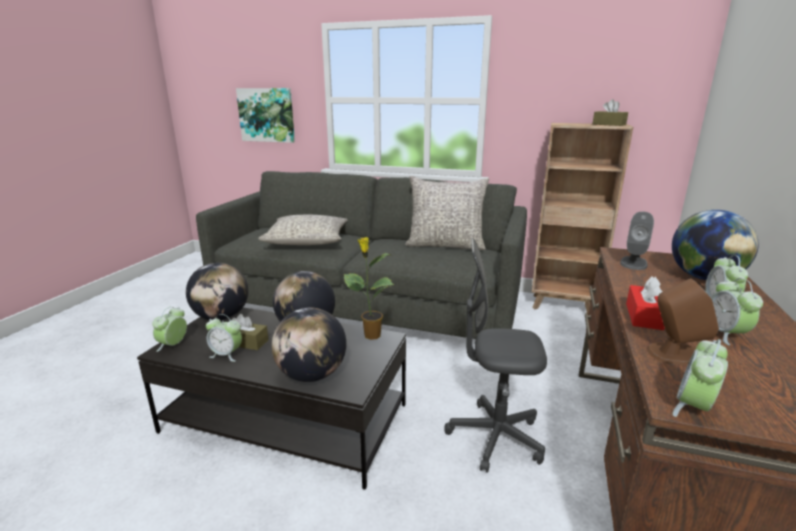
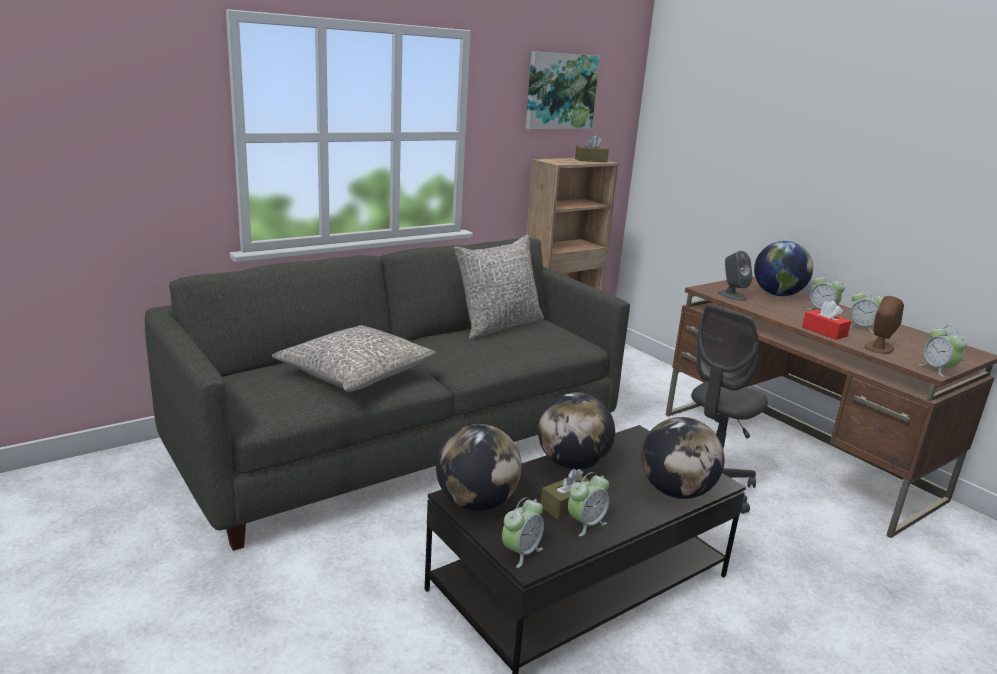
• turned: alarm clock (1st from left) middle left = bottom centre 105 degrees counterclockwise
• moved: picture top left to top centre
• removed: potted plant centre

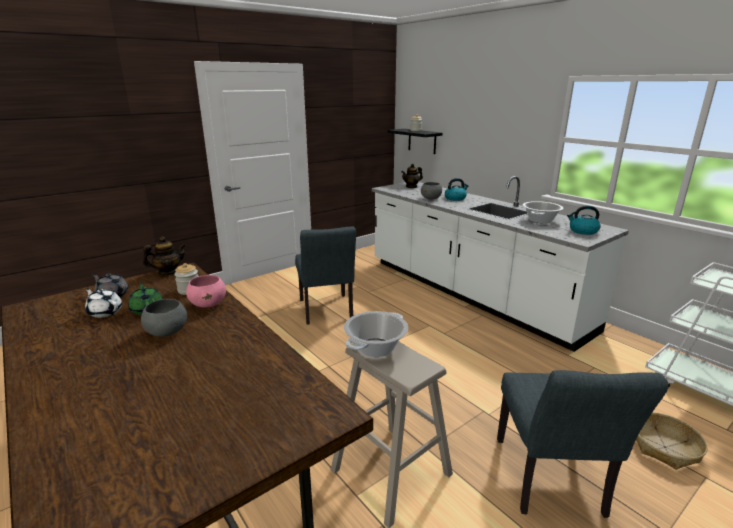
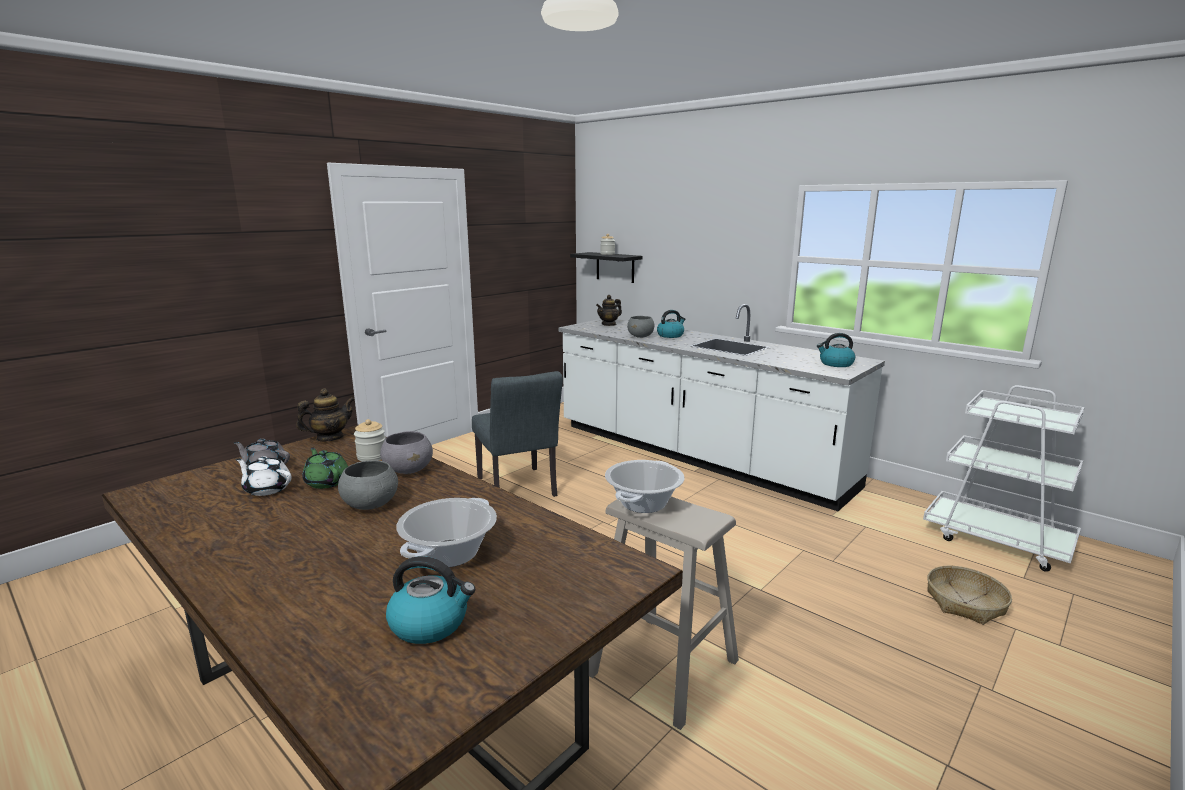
• recoloured: bowl (pink) middle left to bowl (grey) (2nd from left) centre
• removed: chair (grey) (2nd from left) bottom right
• moved: cooking pot (2nd from left in the first image) middle right to cooking pot (1st from left) bottom centre
• added: kettle (1st from left) bottom centre

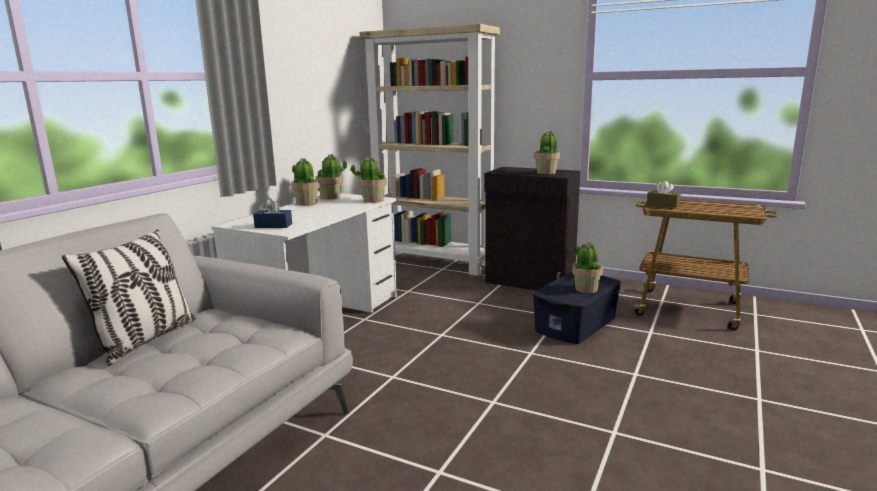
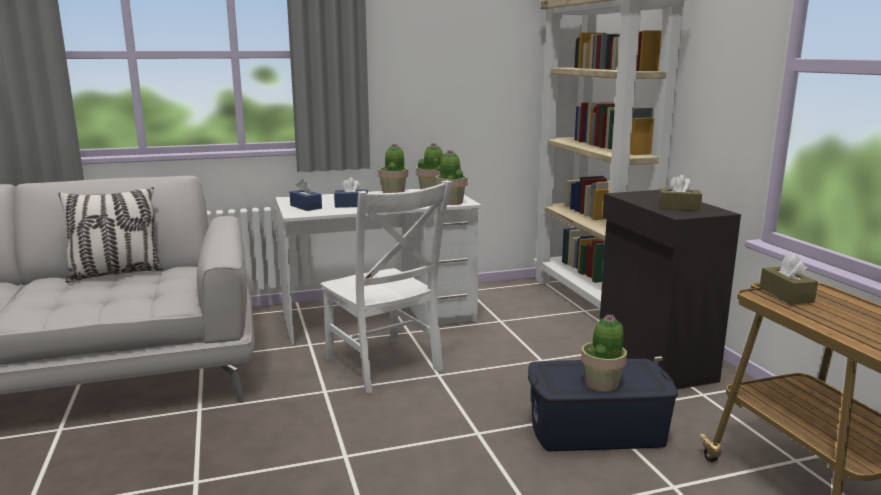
• replaced: potted plant (4th from left) top centre to tissue box (brown) (1st from left) middle right
• added: chair (white) centre
• added: tissue box (blue) (2nd from left) centre

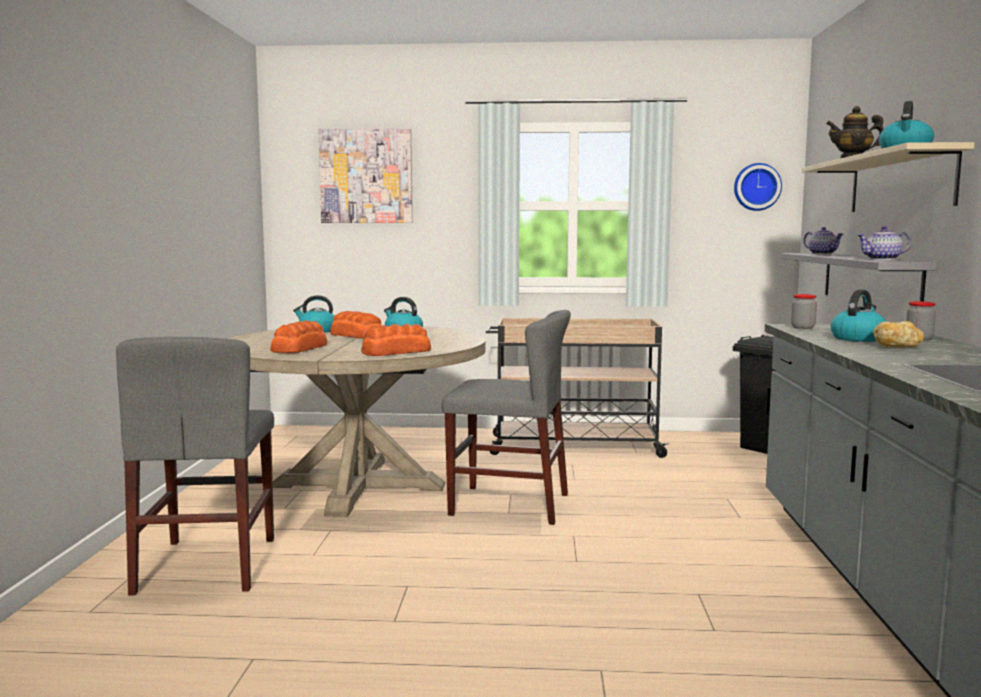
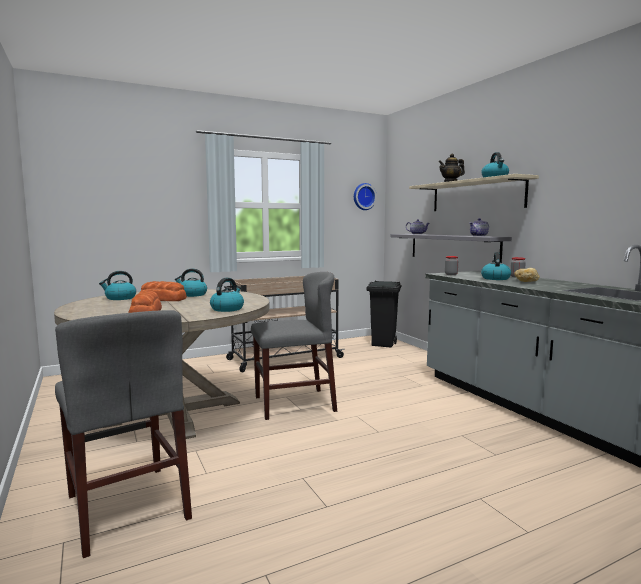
• removed: picture top centre
• replaced: bread (3rd from left) centre to kettle (3rd from left) centre

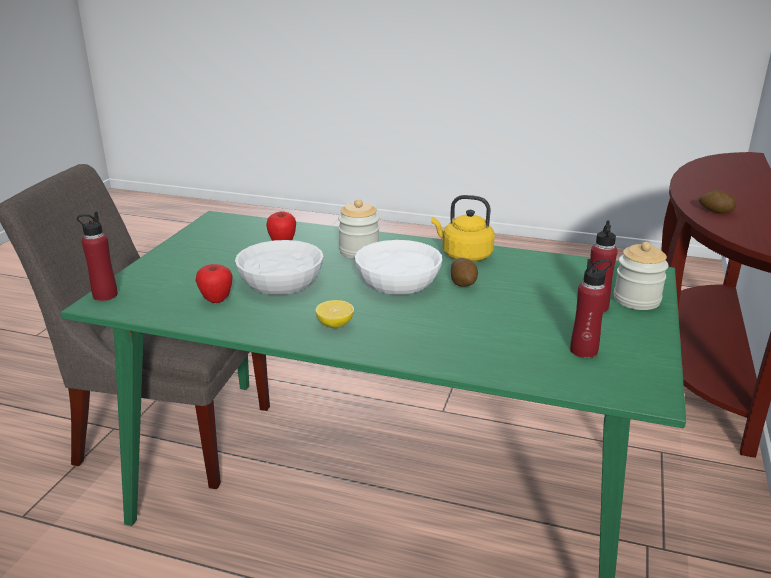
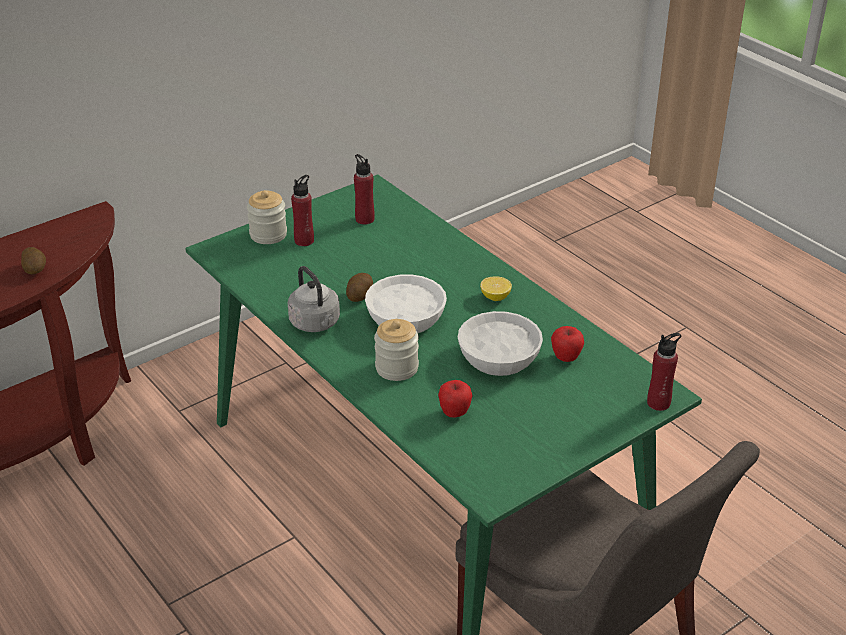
• recoloured: kettle (yellow) centre to kettle (grey) centre

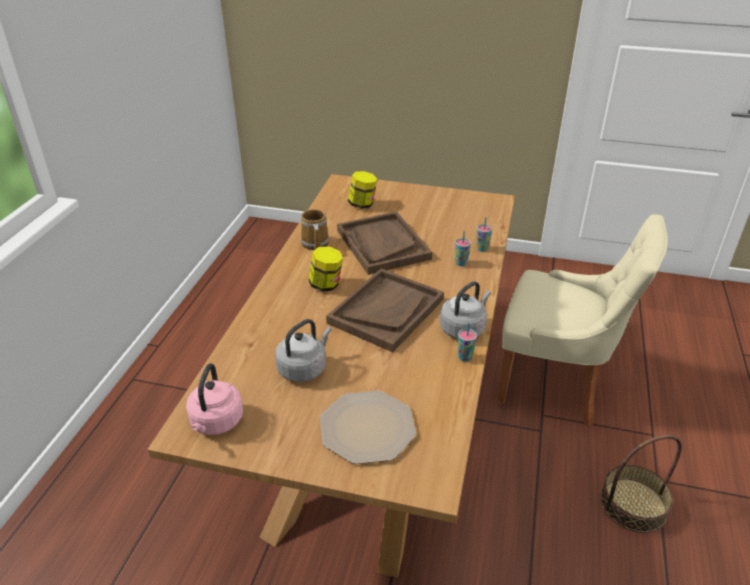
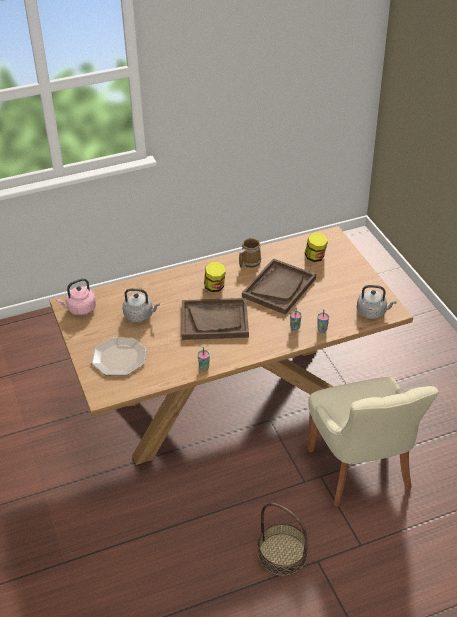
• moved: kettle (grey) (2nd from left) centre to middle right

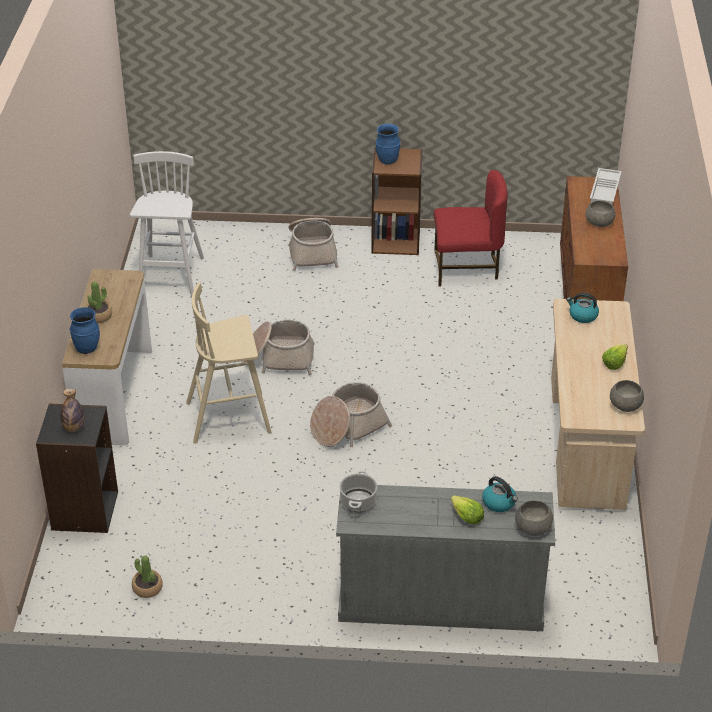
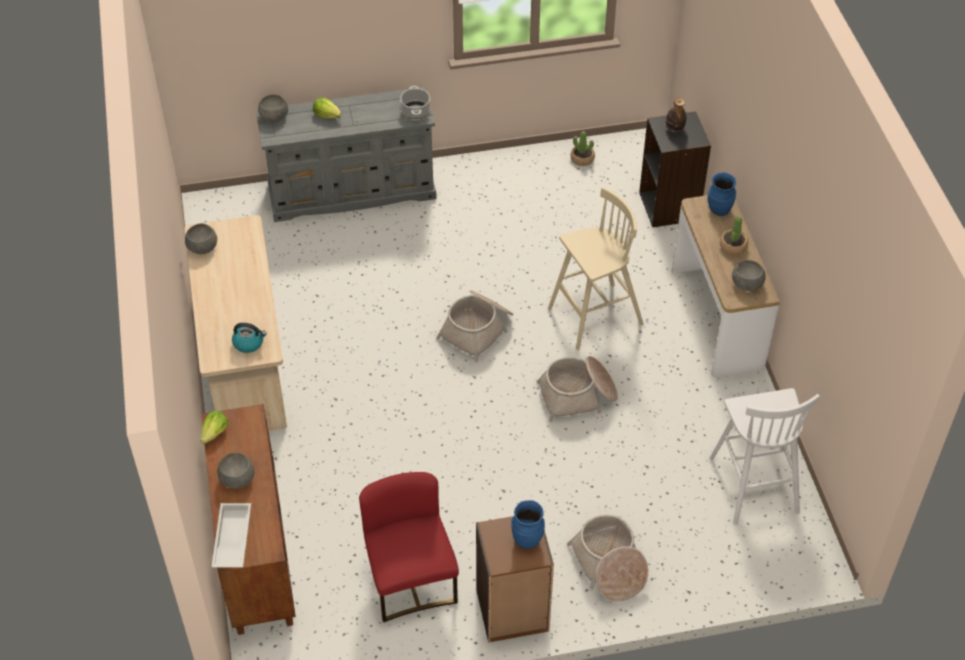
• turned: chair (red) top centre = bottom centre 90 degrees clockwise
• removed: kettle (1st from left) bottom right
• moved: lettuce (2nd from left in the first image) middle right to lettuce (1st from left) middle left
• added: bowl (grey) (4th from left) middle right

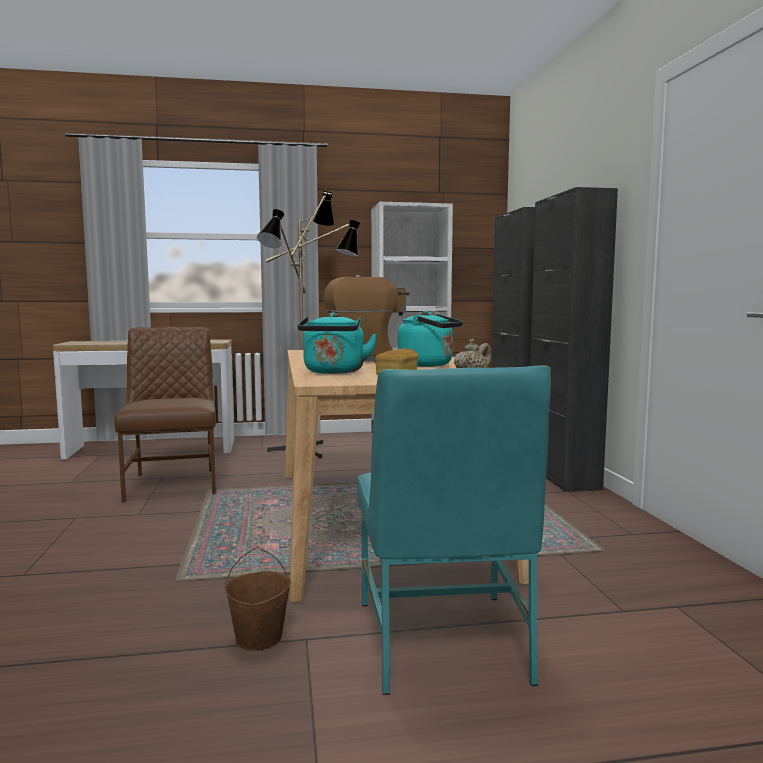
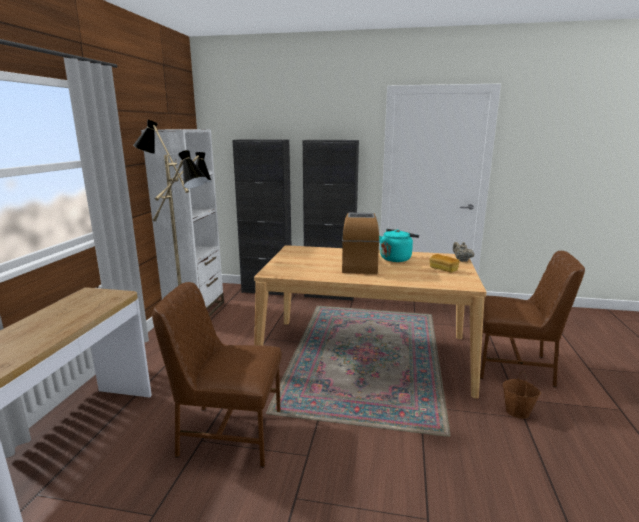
• removed: kettle (turquoise) (1st from left) centre
• recoloured: chair (turquoise) bottom centre to chair (brown) (2nd from left) middle right

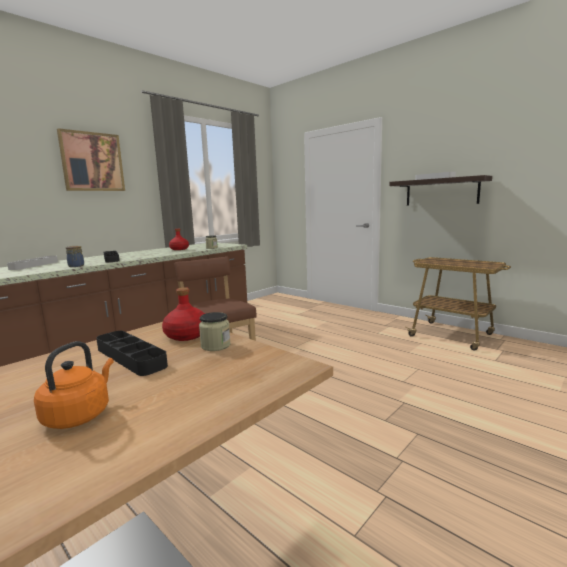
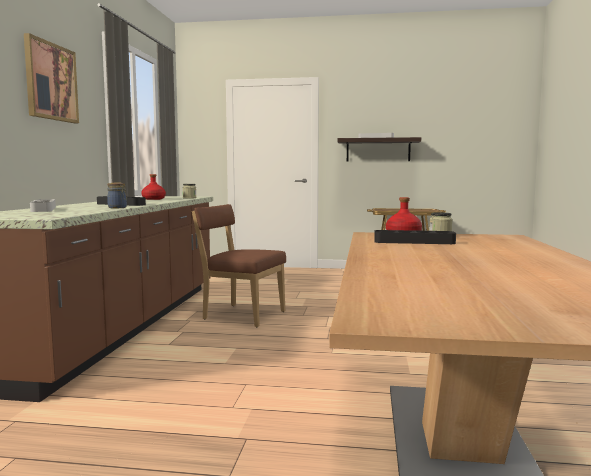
• removed: kettle (orange) bottom left

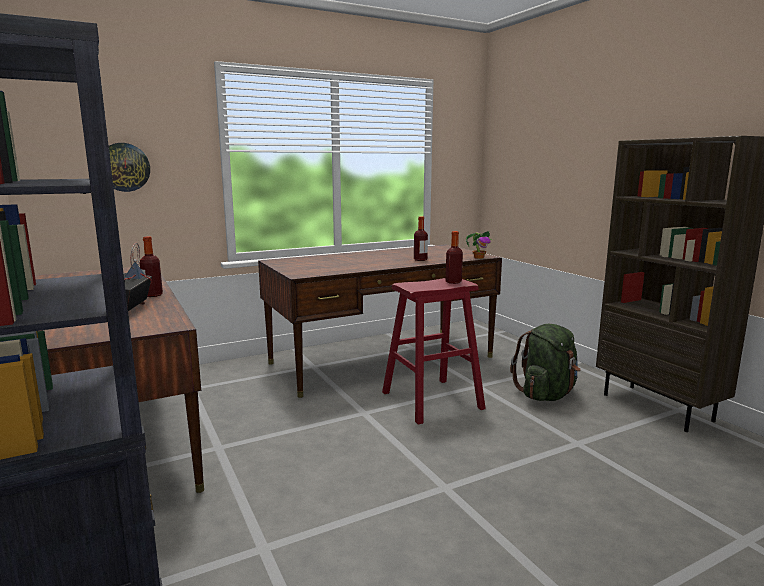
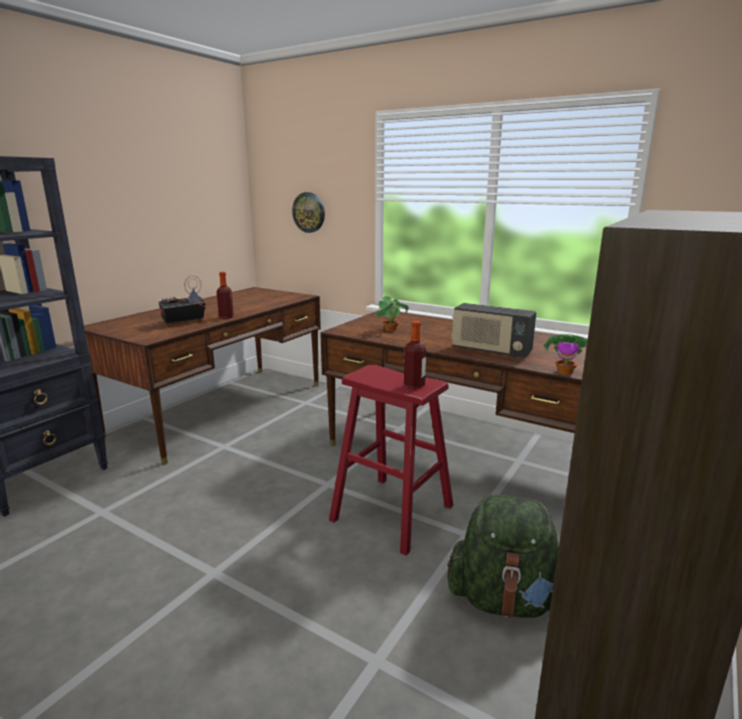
• replaced: bottle (2nd from left) centre to radio (2nd from left) centre
• added: potted plant (1st from left) centre

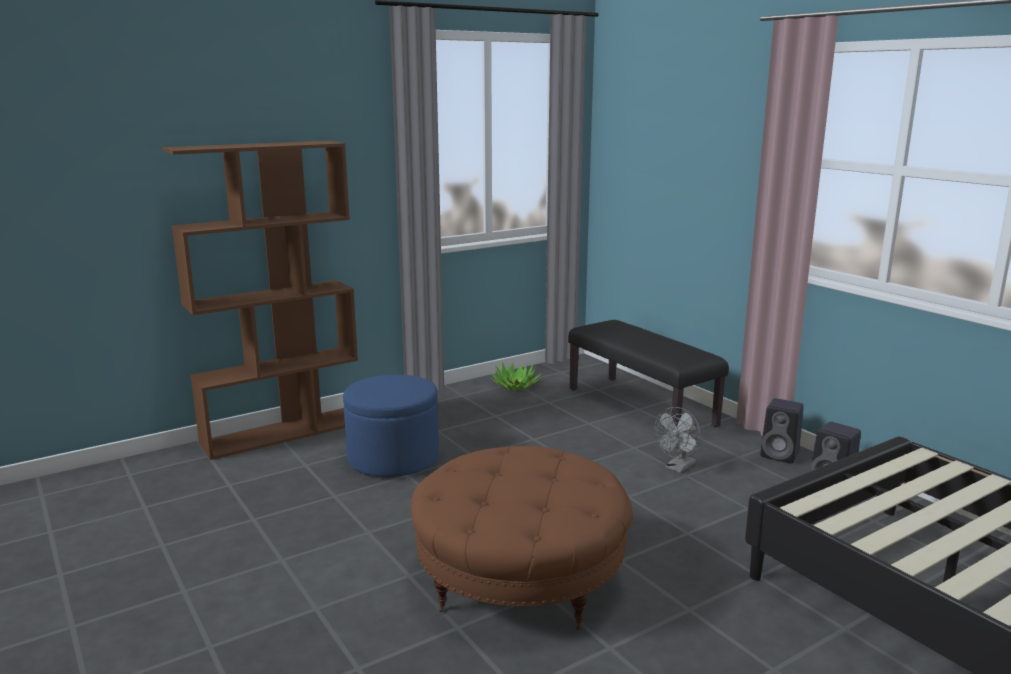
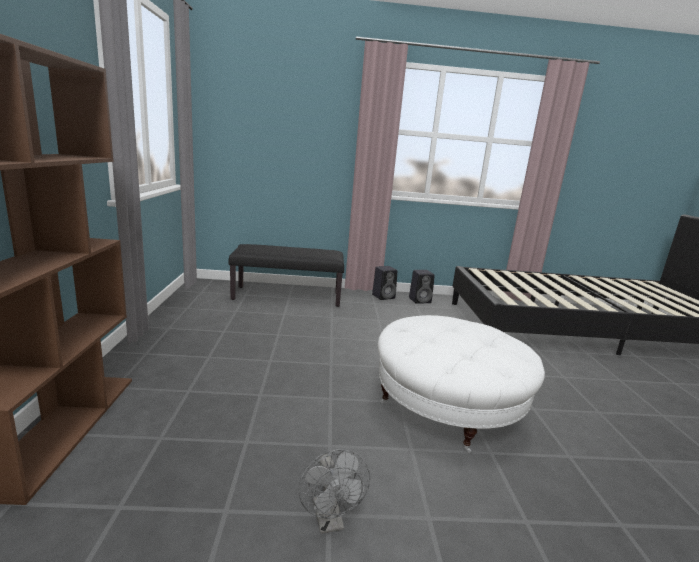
• removed: ottoman (blue) centre
• recoloured: ottoman (brown) bottom centre to ottoman (white) bottom centre
• removed: potted plant centre
• moved: fan (grey) middle right to bottom centre

